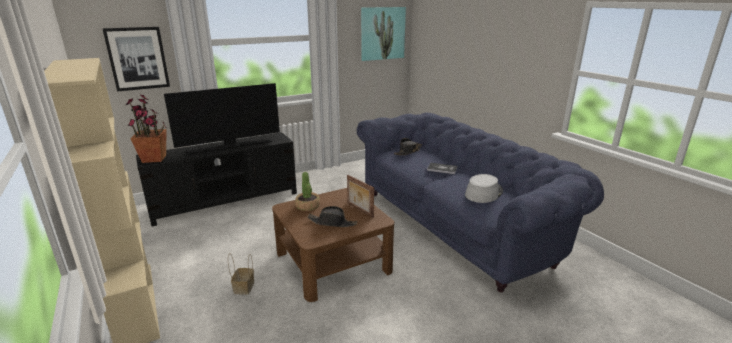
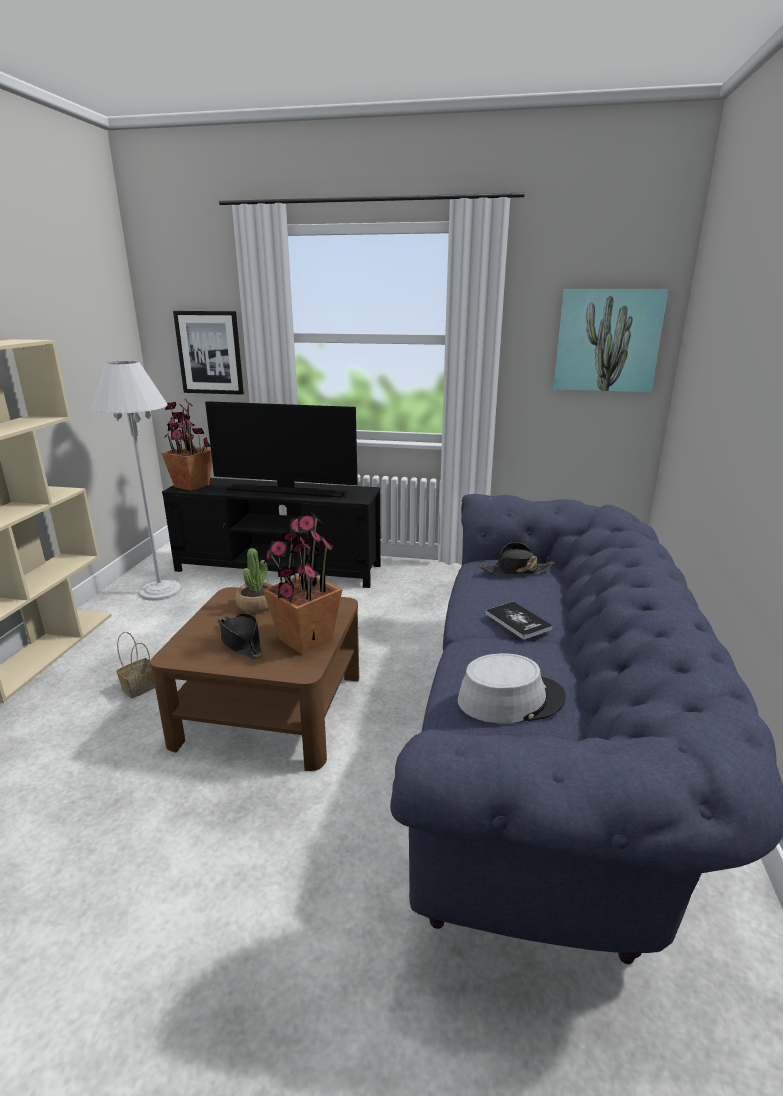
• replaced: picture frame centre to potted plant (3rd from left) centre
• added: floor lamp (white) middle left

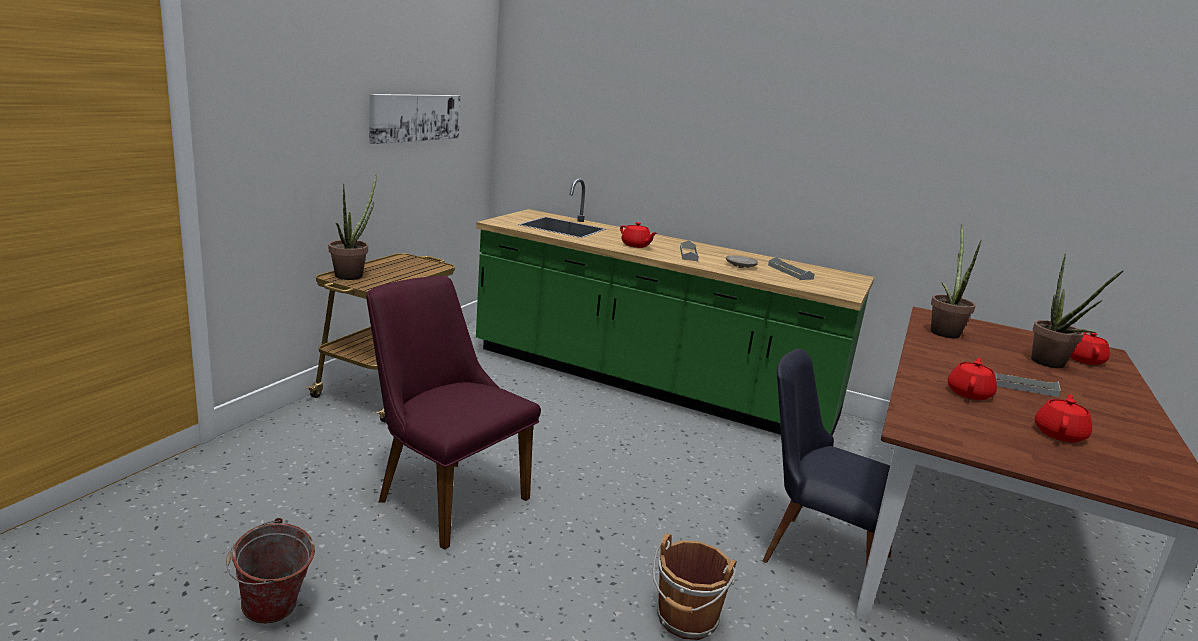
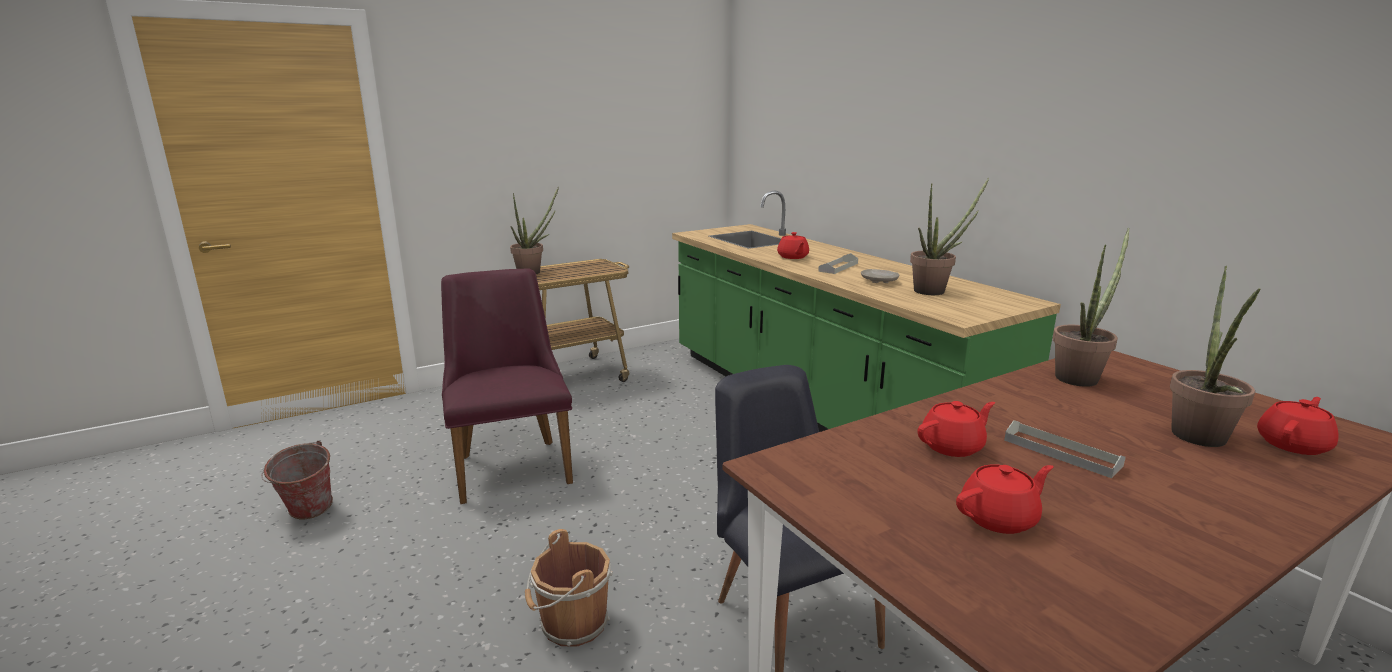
• removed: picture top centre
• replaced: tray (grey) (2nd from left) centre to potted plant (2nd from left) middle right

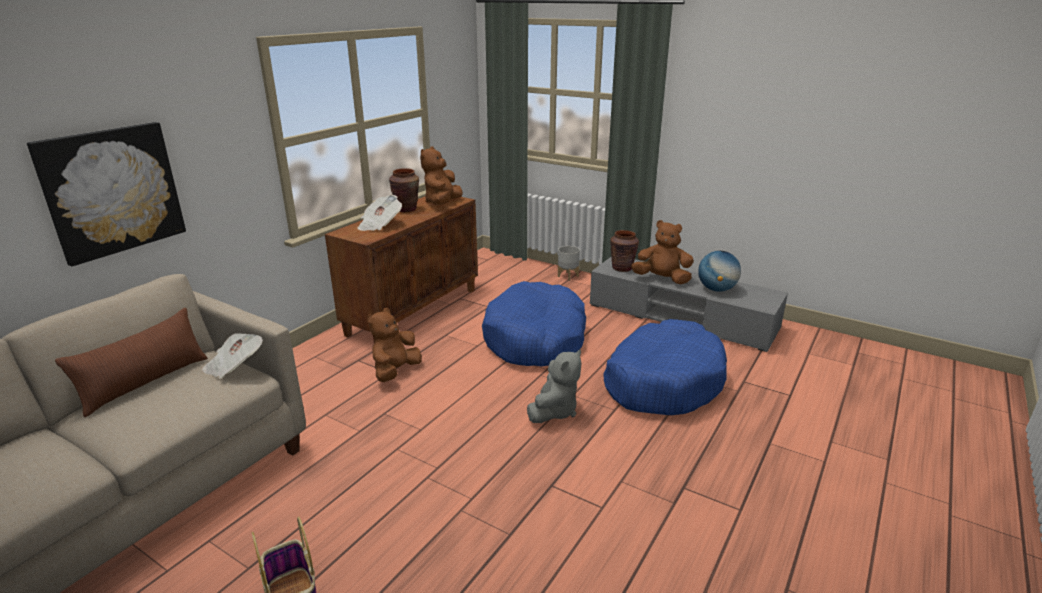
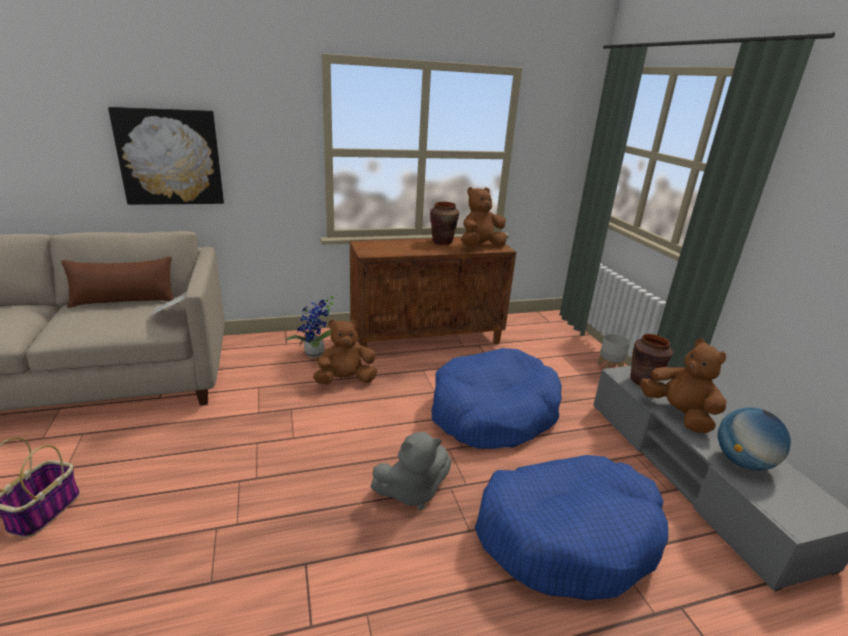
• removed: newspaper (2nd from left) centre
• added: potted plant centre

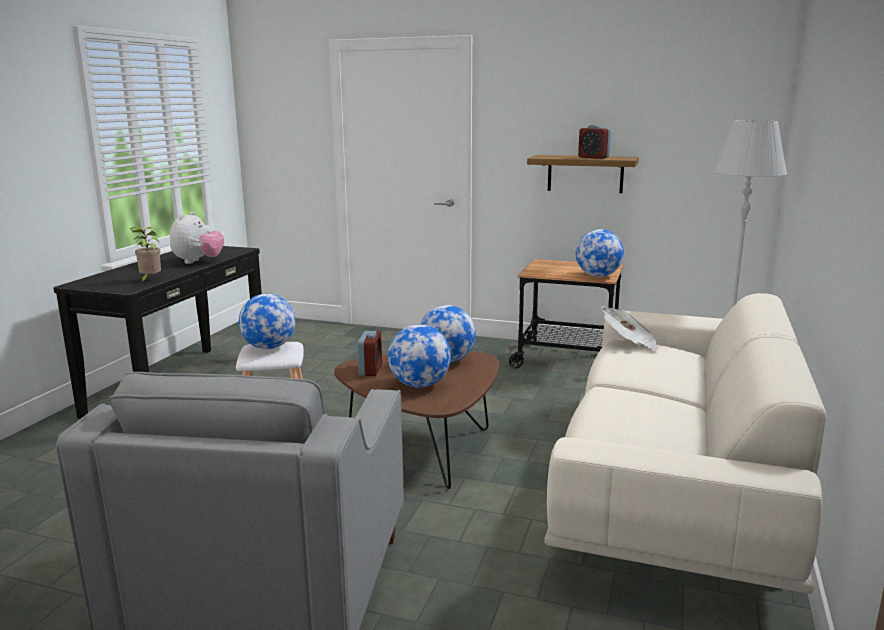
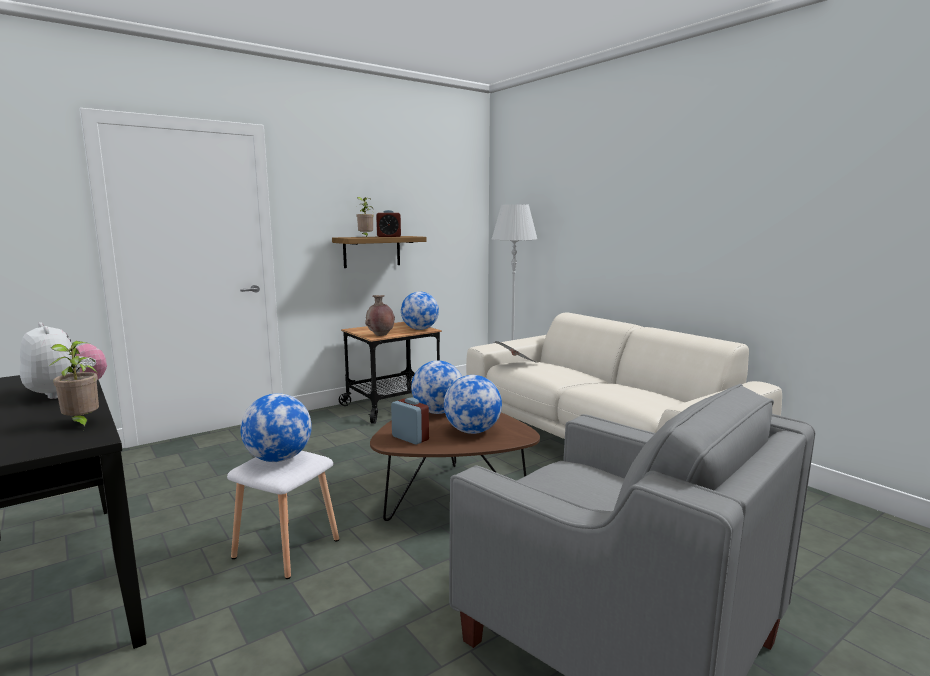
• added: potted plant (2nd from left) top centre
• added: vase (brown) centre

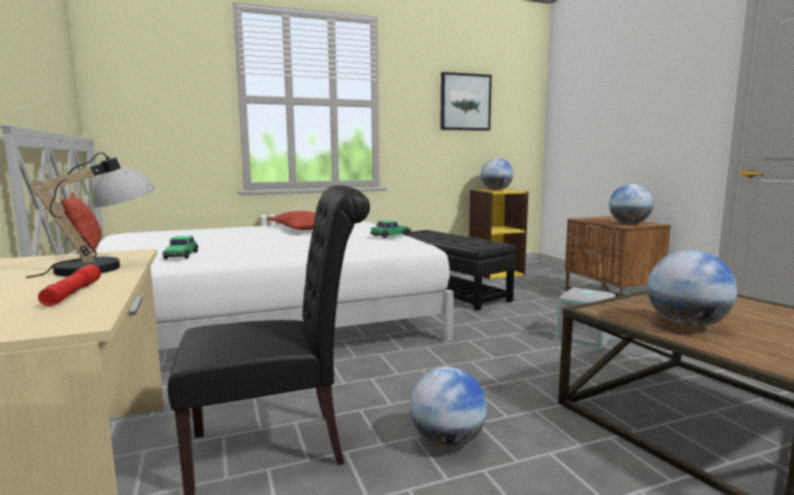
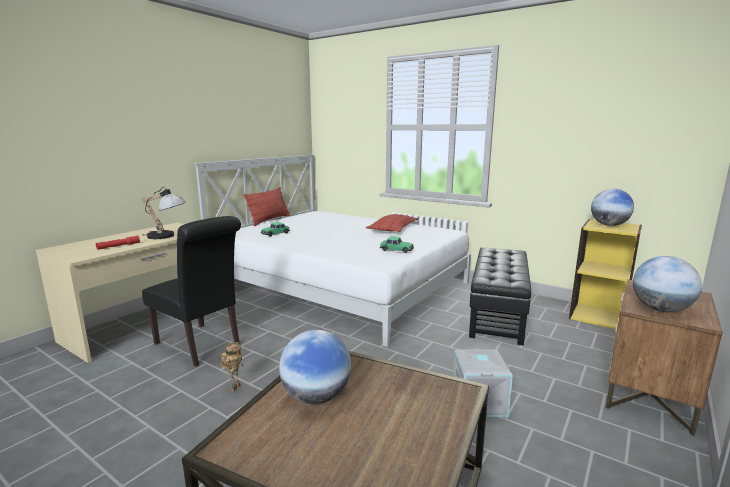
• replaced: globe (1st from left) bottom centre to toy robot bottom left
• removed: picture top centre

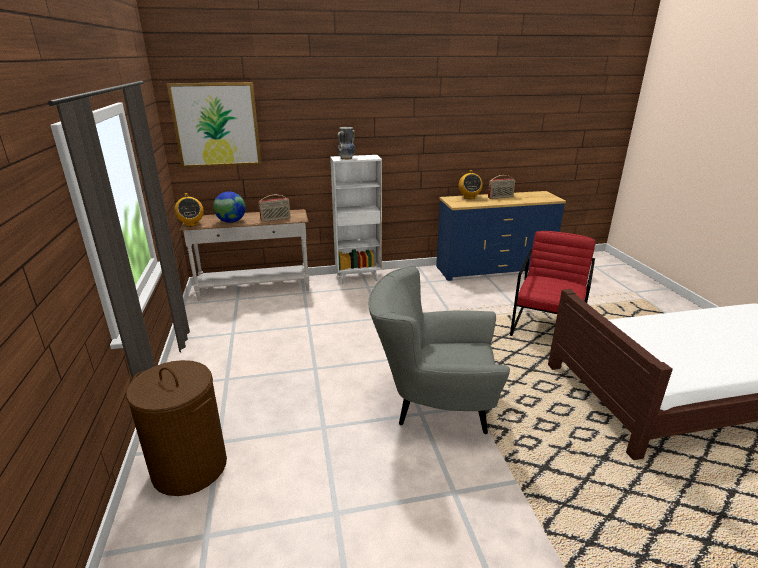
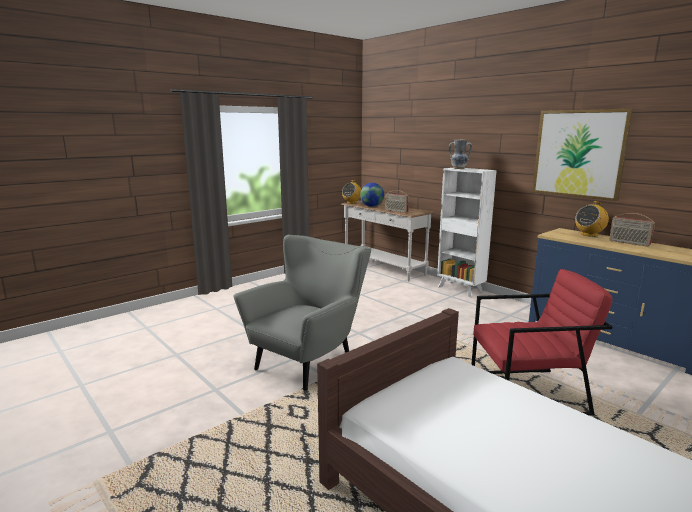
• removed: laundry basket (brown) bottom left
• moved: picture top left to top right
• turned: armchair (grey) centre = centre 60 degrees clockwise

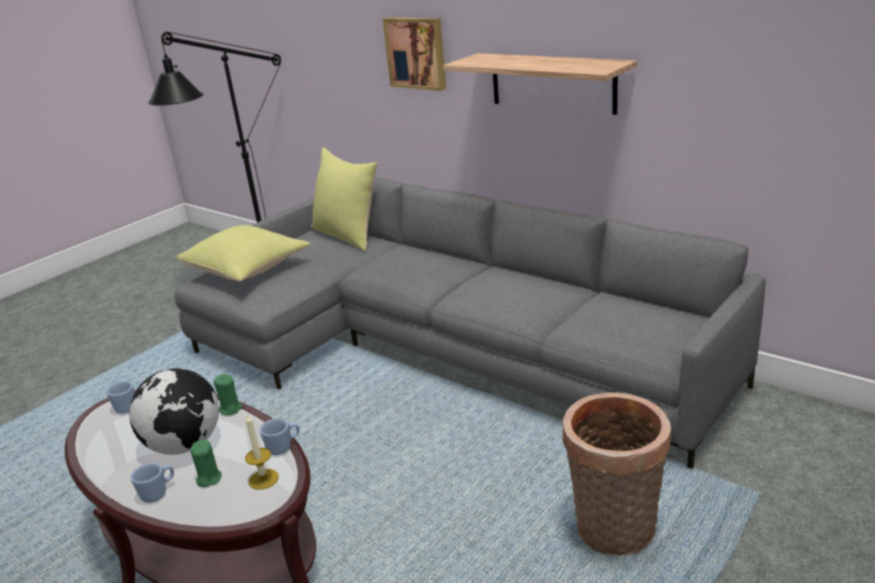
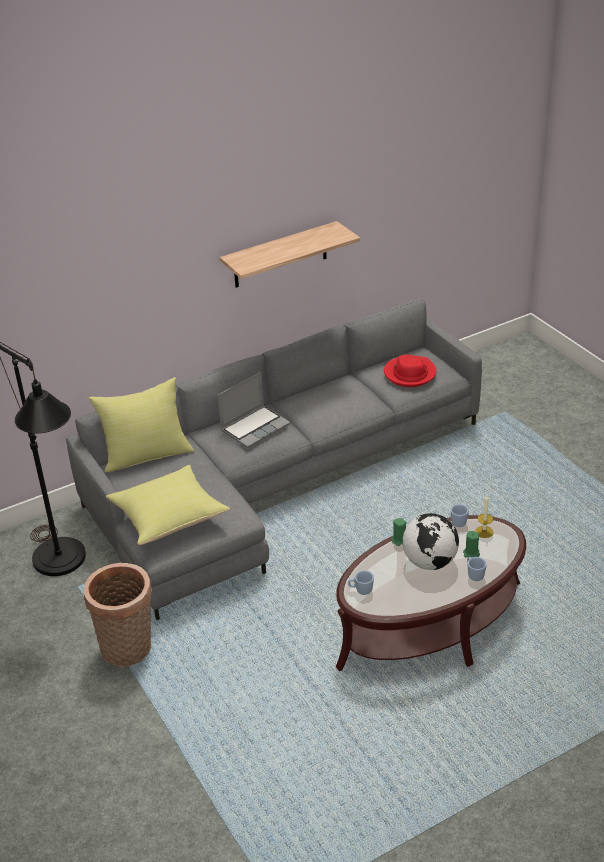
• removed: picture top centre
• moved: basket bottom right to bottom left
• added: laptop centre
• added: hat (red) middle right

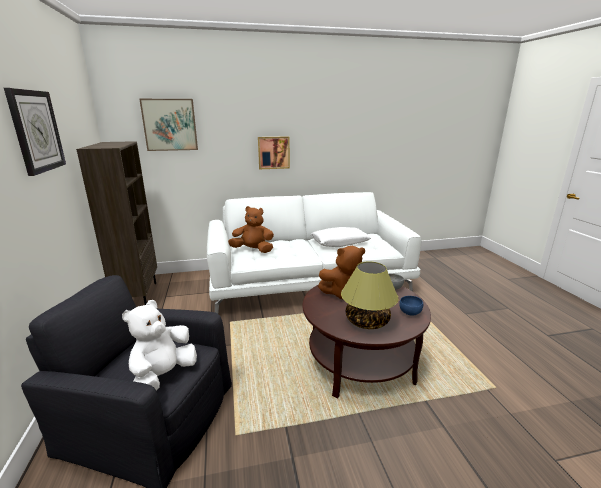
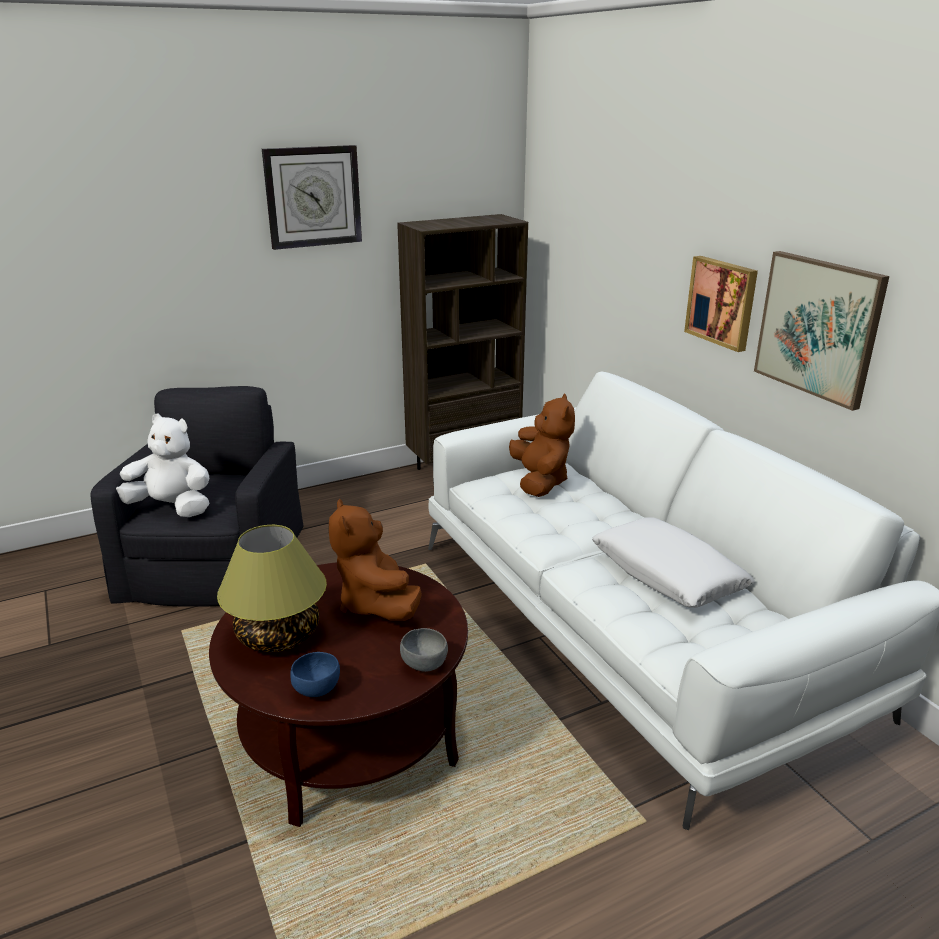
• moved: picture (1st from left in the first image) top left to picture (2nd from left) middle right

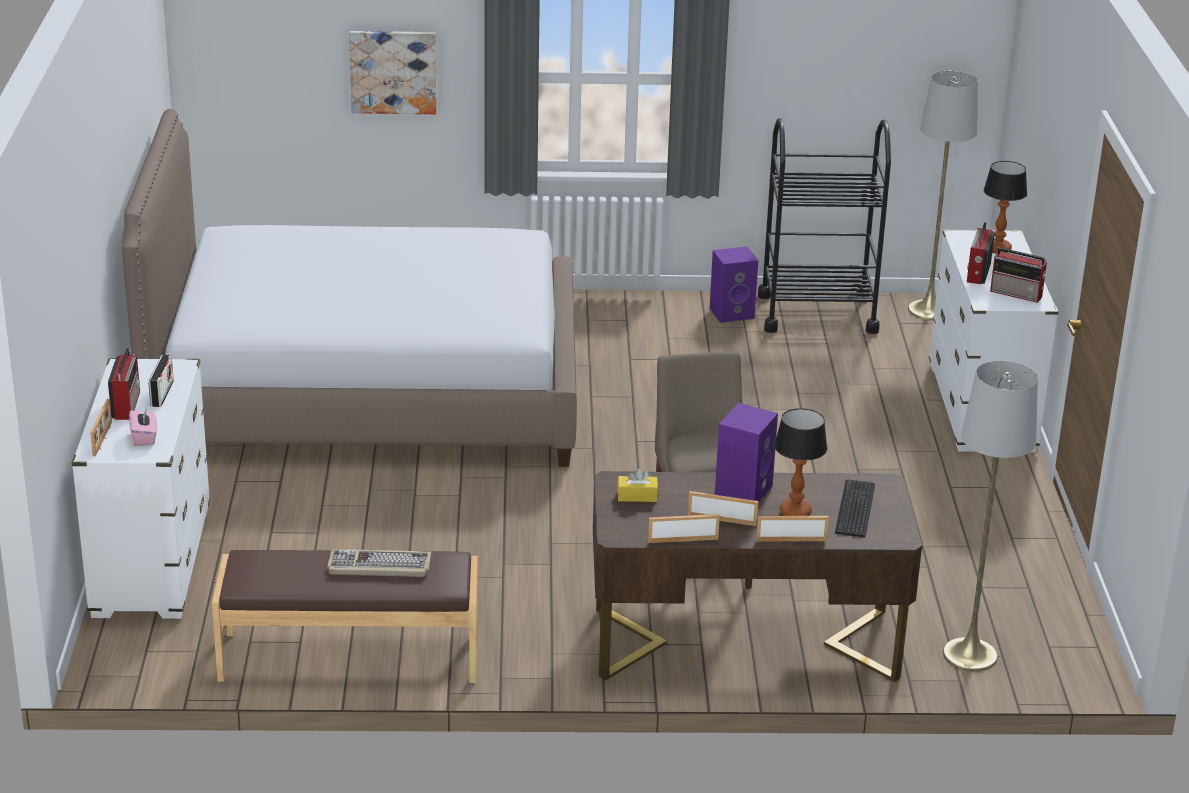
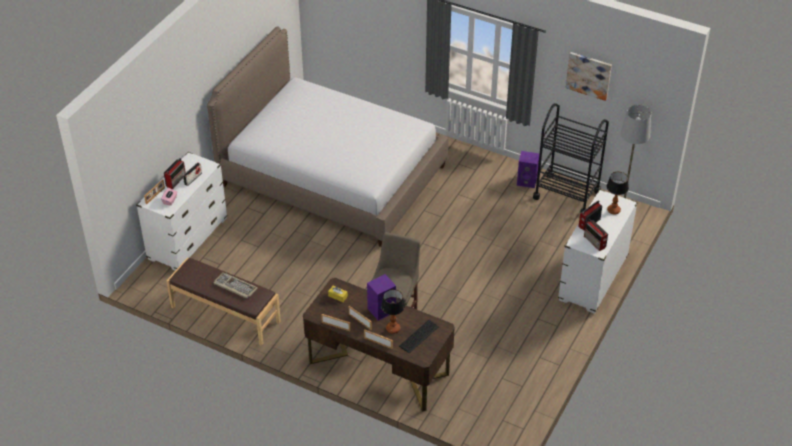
• moved: picture top left to top right
• removed: floor lamp (grey) (2nd from left) middle right

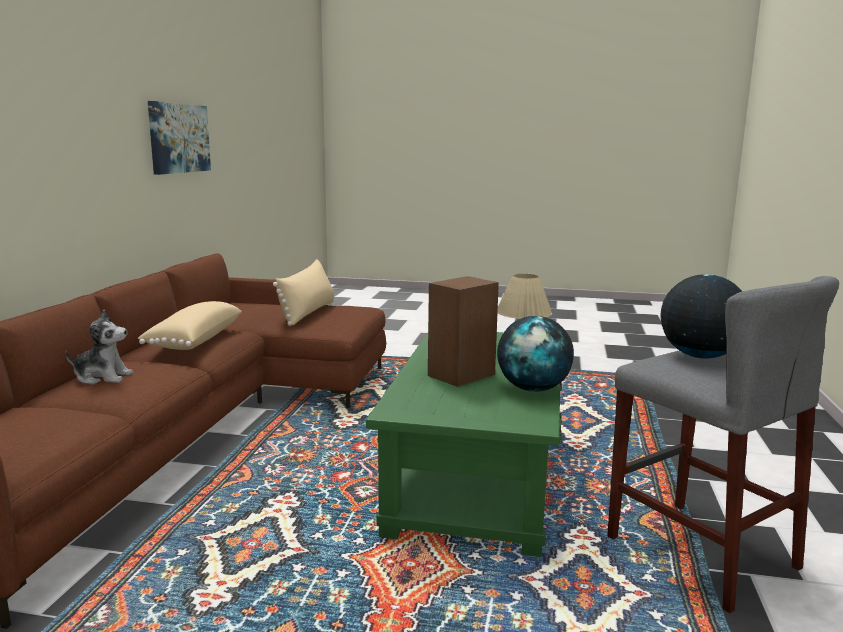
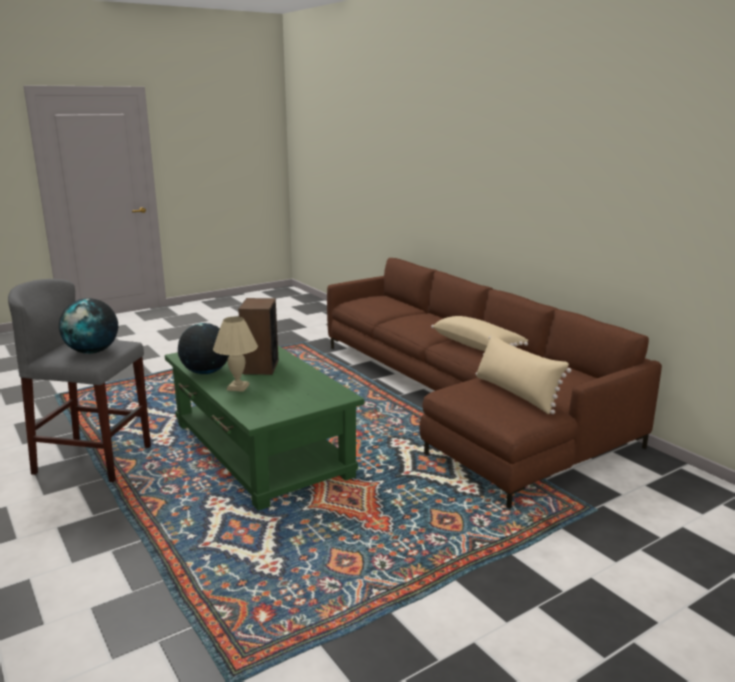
• removed: plush toy middle left
• removed: picture top left

